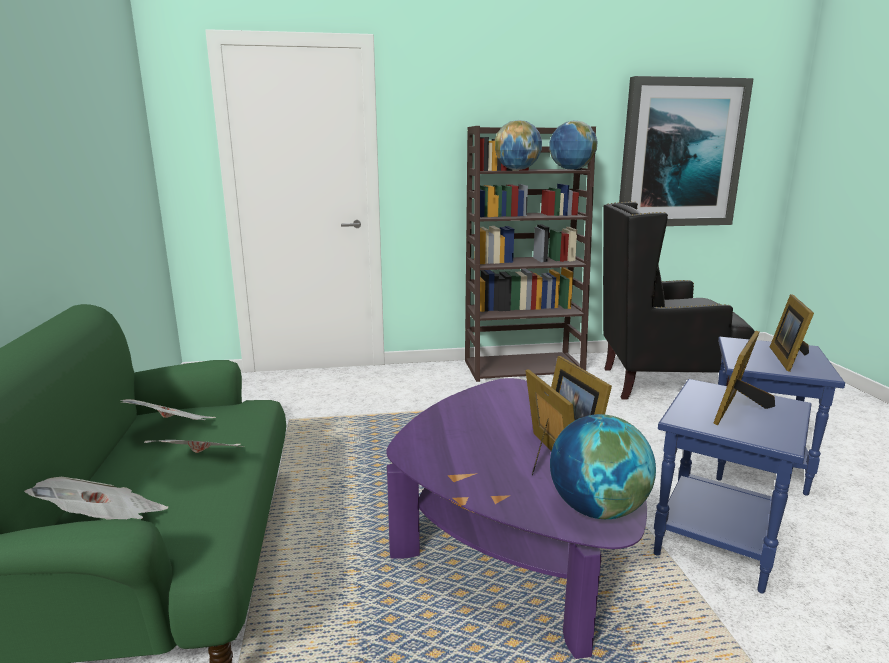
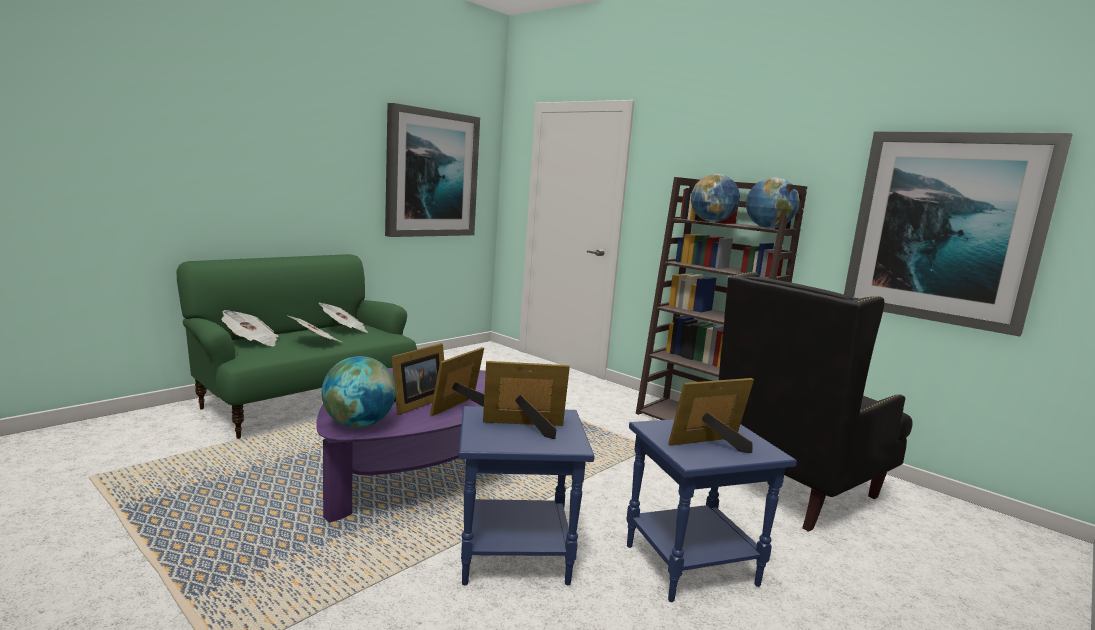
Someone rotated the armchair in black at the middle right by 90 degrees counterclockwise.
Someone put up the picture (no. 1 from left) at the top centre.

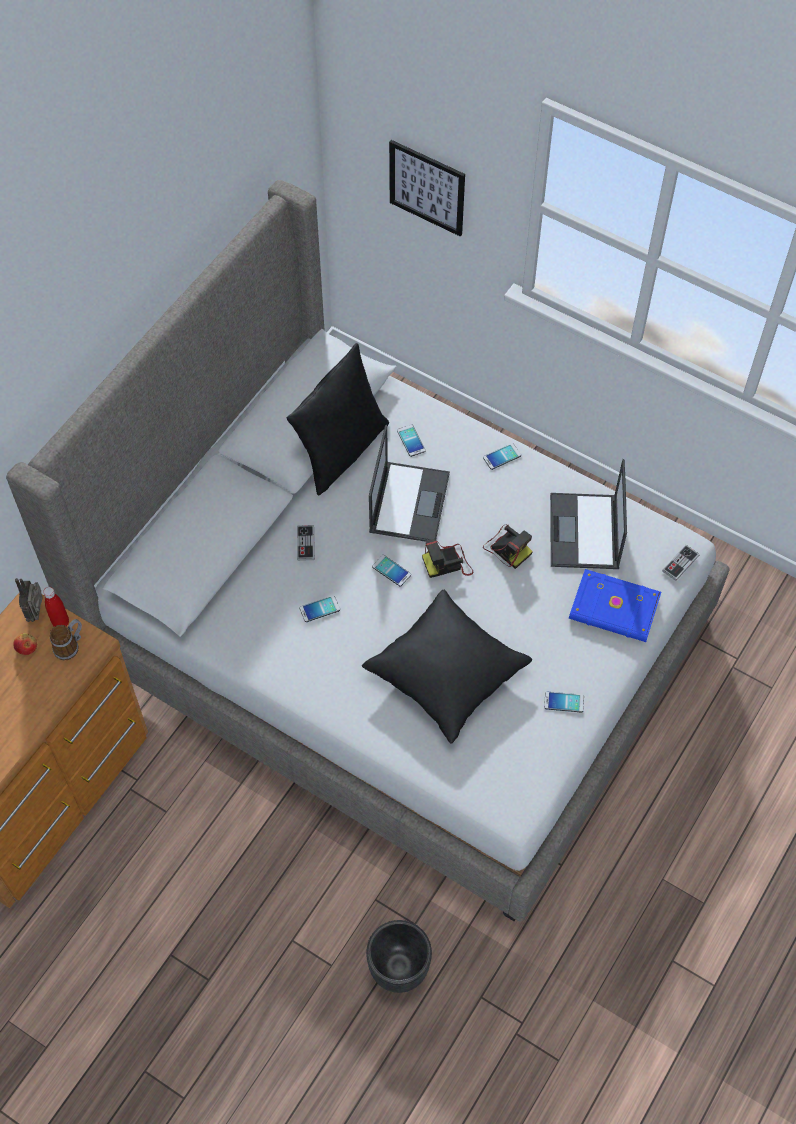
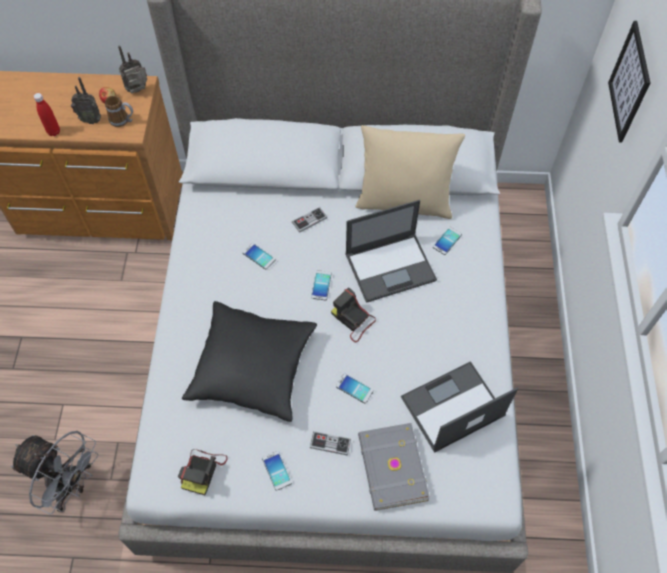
Someone carried the bottle in red from the middle left to the top left.
Someone repainted the pillow in black (no. 1 from left) at the centre, which became the pillow in beige at the top centre.
Someone swapped the planter in black at the bottom centre for the fan in grey at the bottom left.
Someone carried the phone (no. 4 from left) from the centre to the bottom centre.
Someone carried the photo camera (no. 2 from left in the first image) from the centre to the bottom left.
Someone repainted the book in blue at the middle right, which became the book in grey at the bottom centre.
Someone carried the game controller (no. 2 from left) from the middle right to the bottom centre.
Someone put down the radio (no. 1 from left) at the top left.

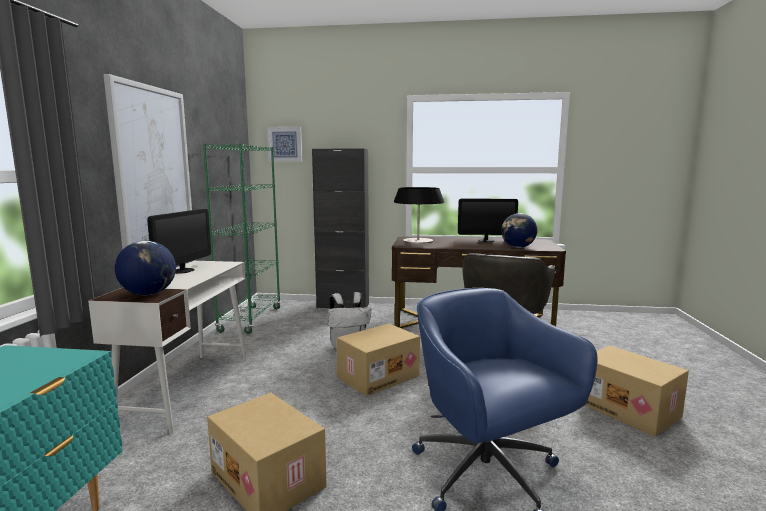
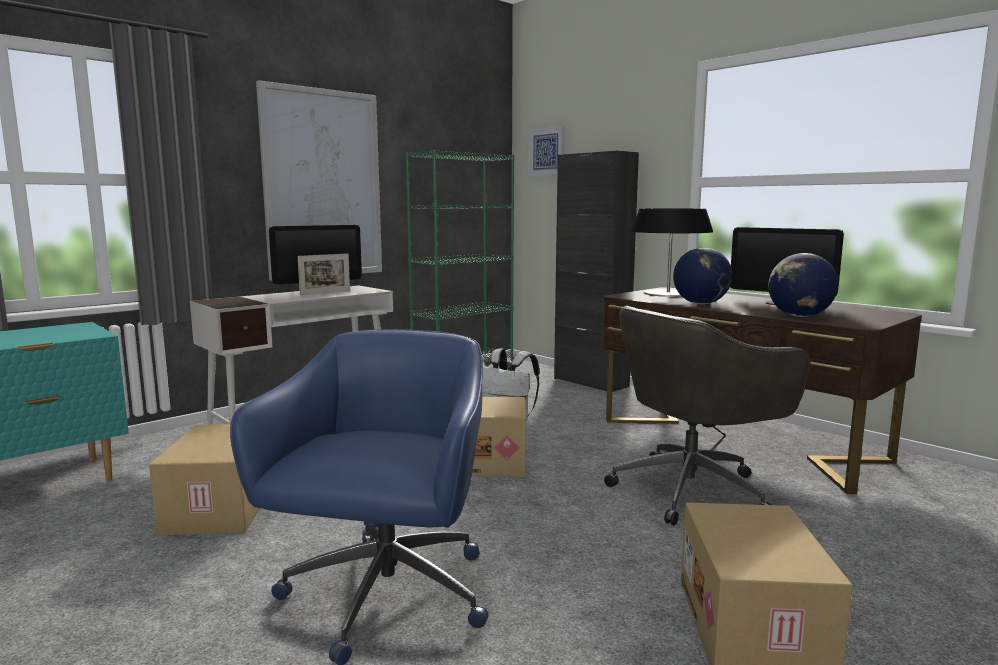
Someone carried the globe (no. 1 from left) from the middle left to the middle right.
Someone put down the picture frame at the middle left.

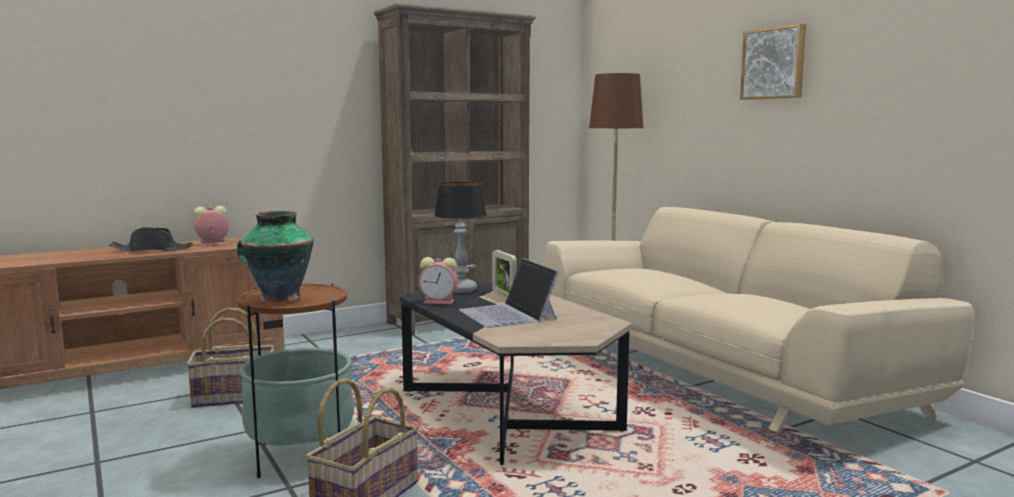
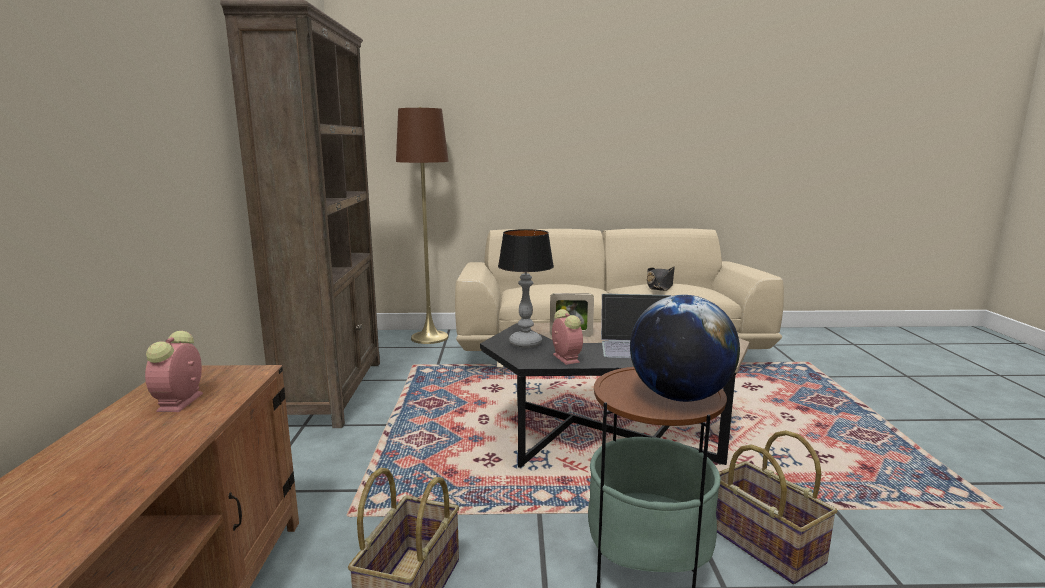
Someone carried the hat in black from the middle left to the centre.
Someone swapped the vase at the middle left for the globe at the centre.
Someone rotated the alarm clock (no. 2 from left) at the centre by 60 degrees counterclockwise.
Someone took away the picture at the top right.

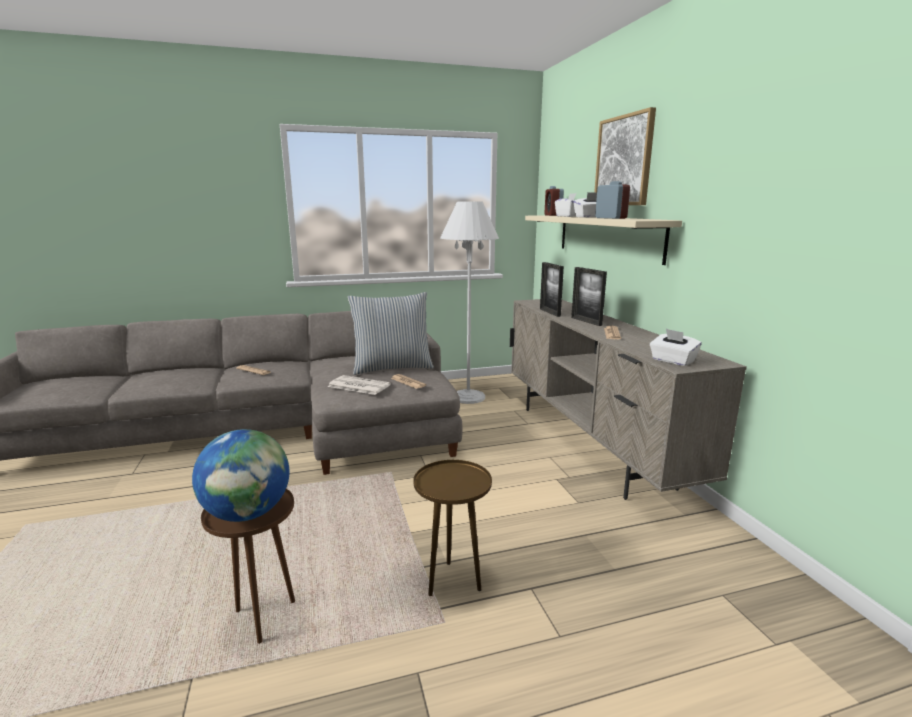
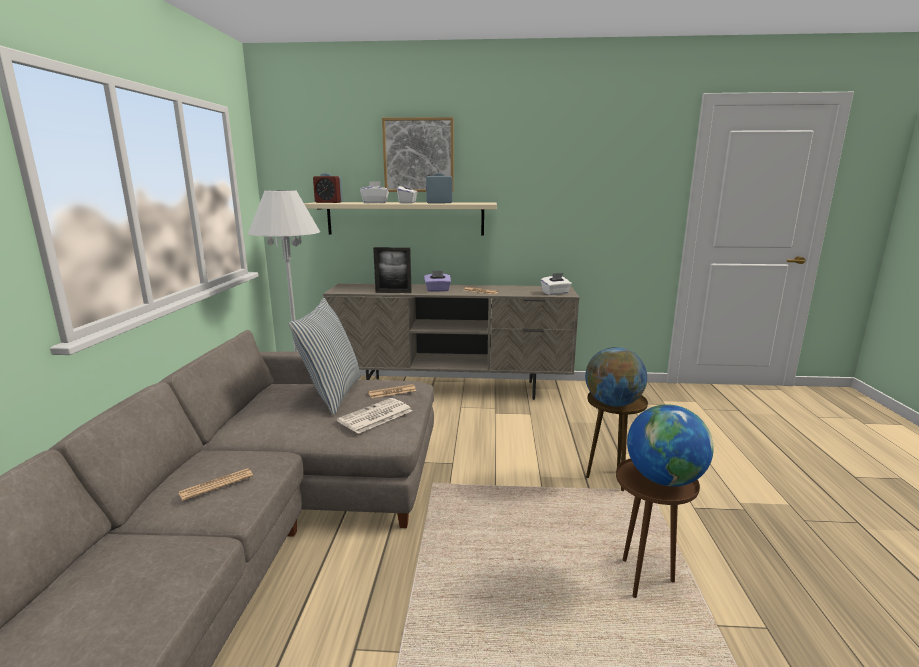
Someone swapped the picture frame (no. 2 from left) at the centre for the tissue box in purple at the centre.
Someone put down the globe (no. 1 from left) at the middle right.

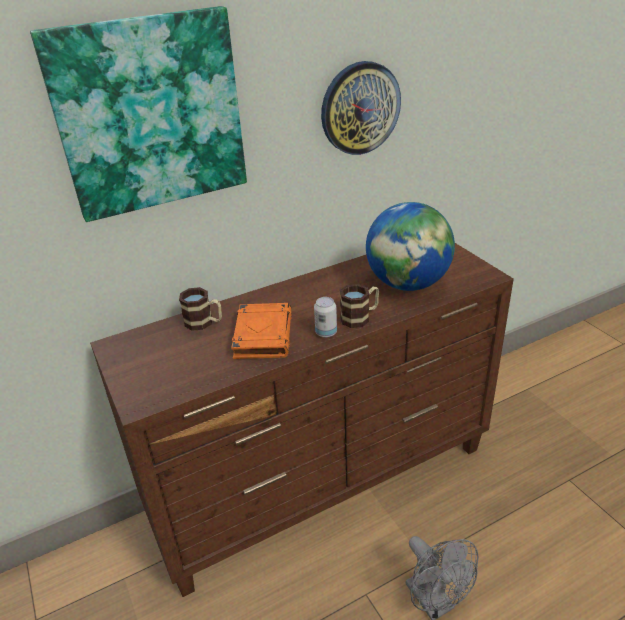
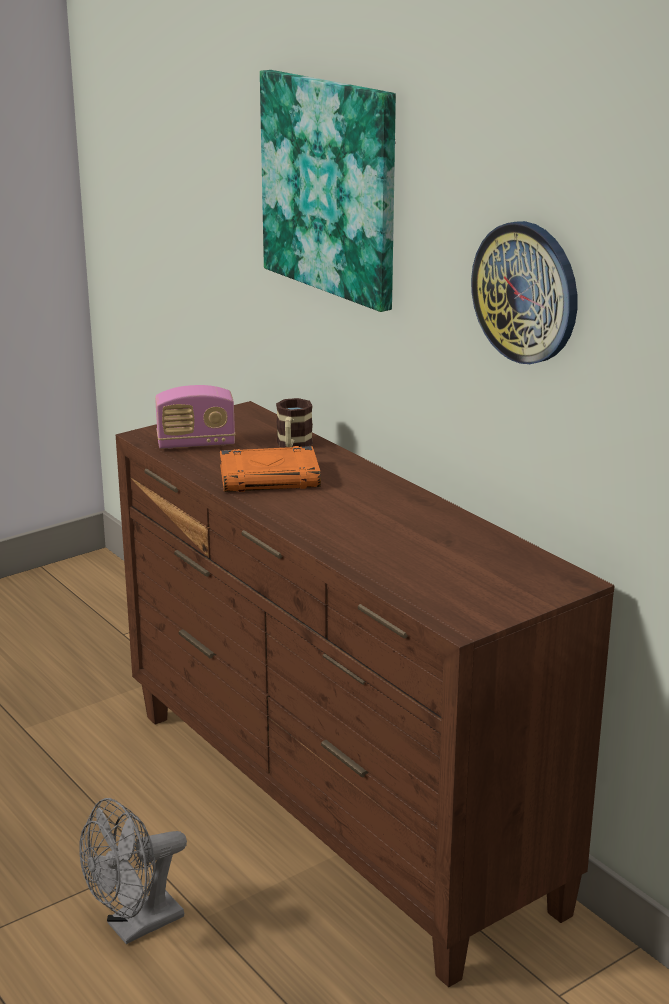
Someone took away the can at the centre.
Someone took away the mug (no. 2 from left) at the centre.
Someone took away the globe at the centre.
Someone put down the radio at the middle left.

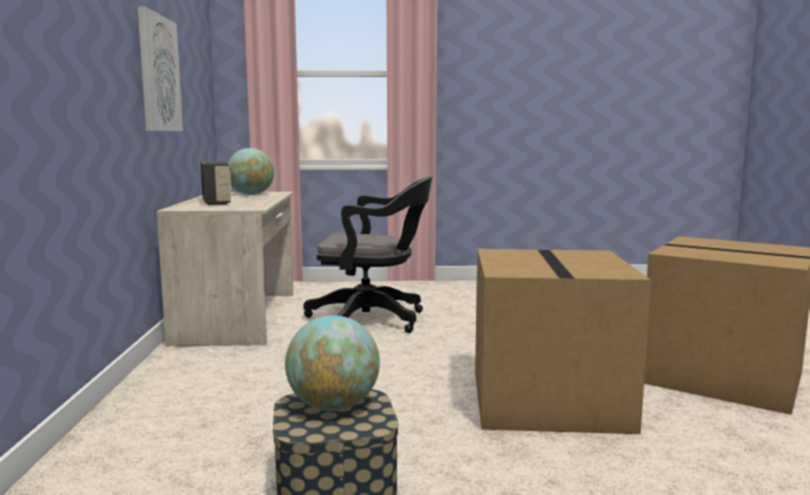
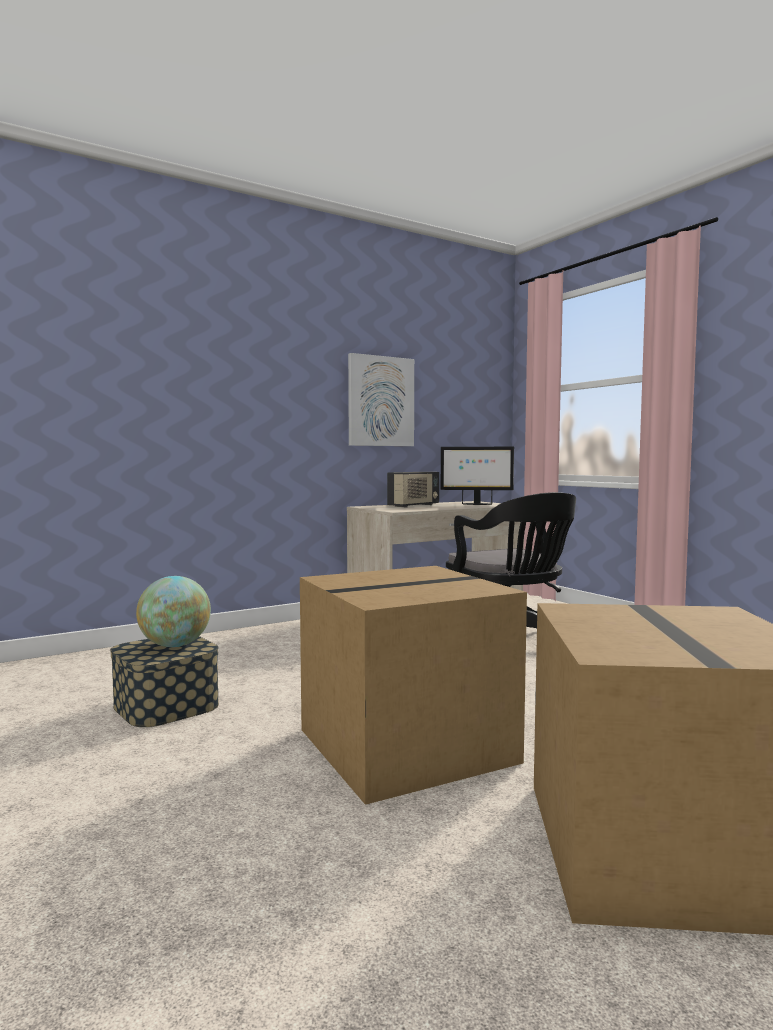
Someone swapped the globe (no. 1 from left) at the middle left for the monitor at the centre.

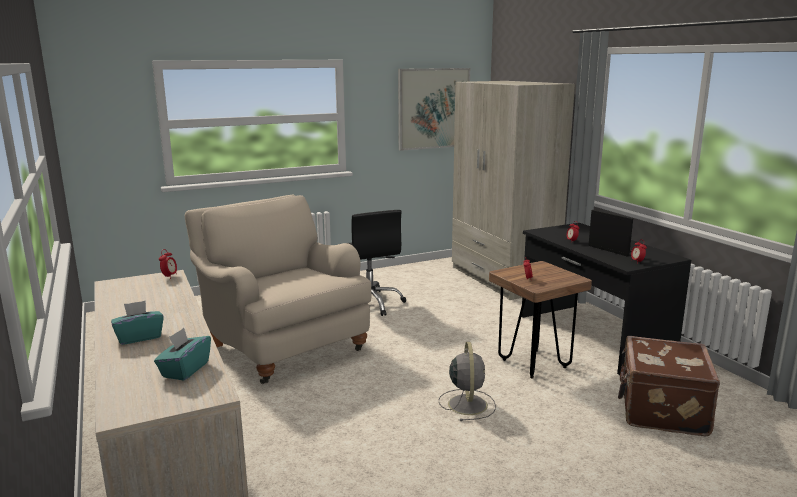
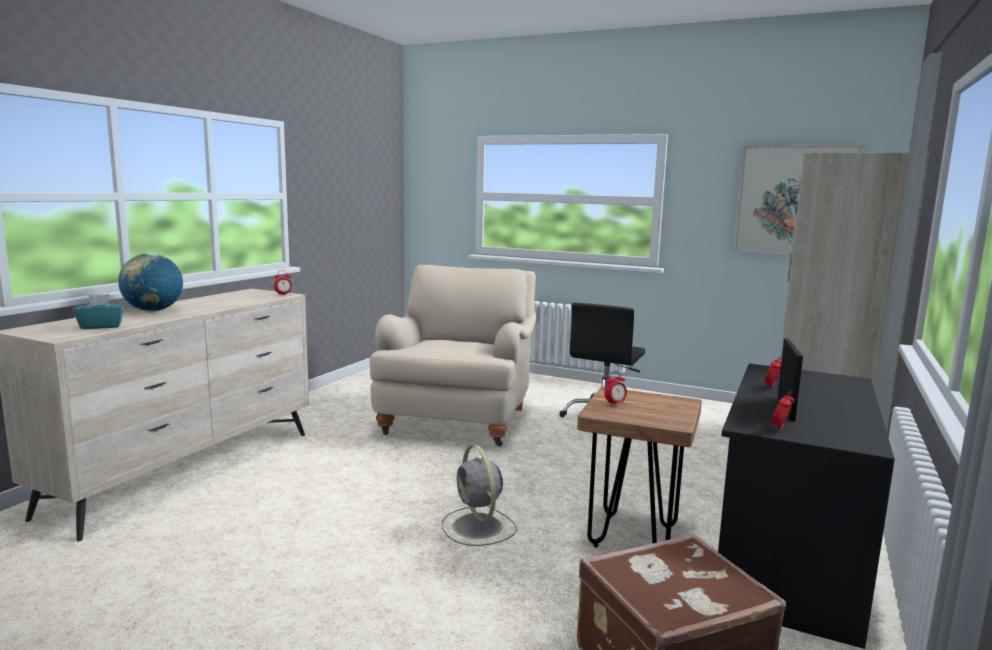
Someone swapped the tissue box in turquoise (no. 1 from left) at the middle left for the globe at the middle left.
Someone rotated the fan in grey at the bottom centre by 105 degrees clockwise.

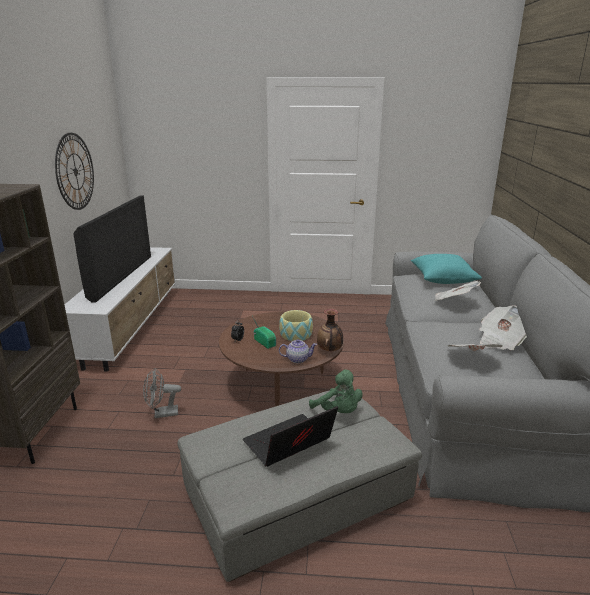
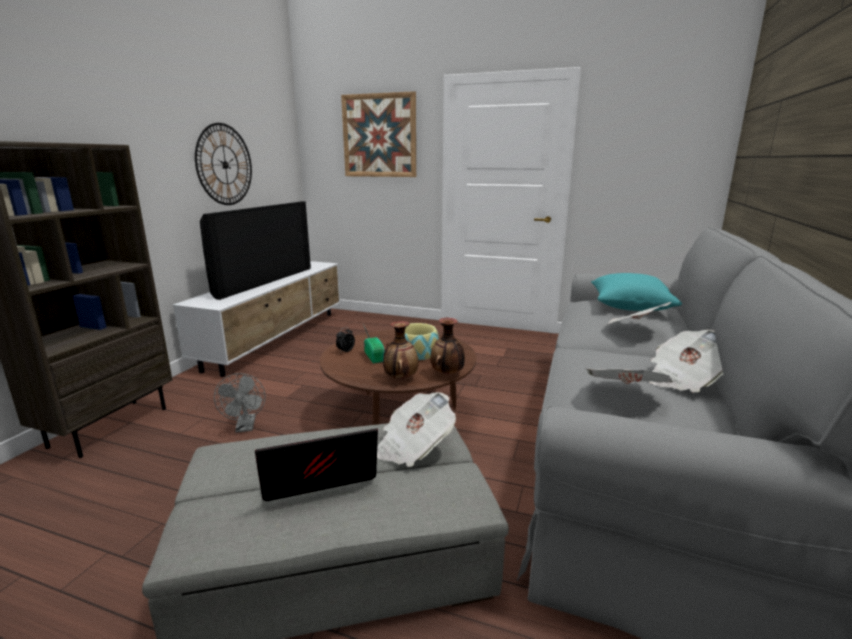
Someone rotated the fan in grey at the middle left by 105 degrees counterclockwise.
Someone swapped the teapot at the centre for the vase (no. 1 from left) at the centre.
Someone swapped the plush toy in green at the centre for the newspaper (no. 1 from left) at the bottom centre.
Someone put up the picture at the top centre.

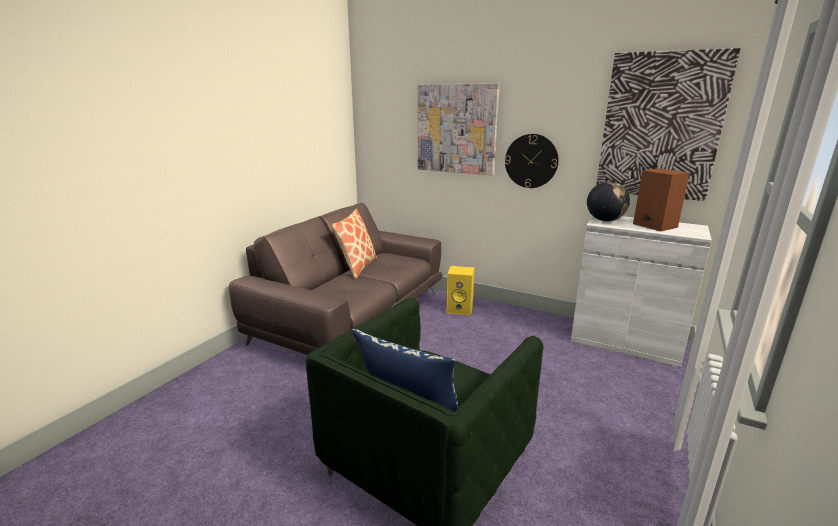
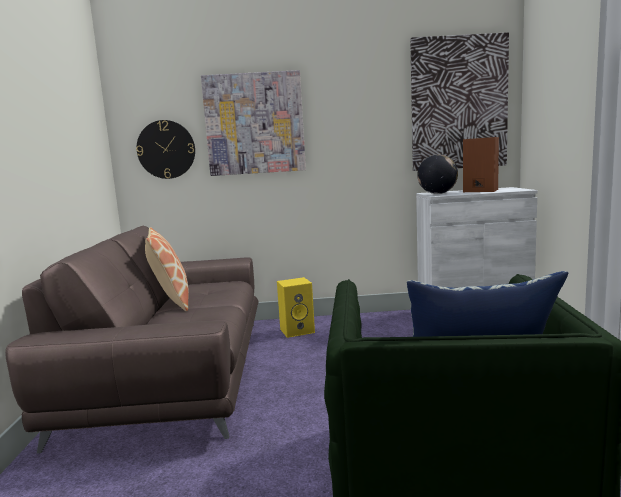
Someone carried the wall clock from the top centre to the top left.

